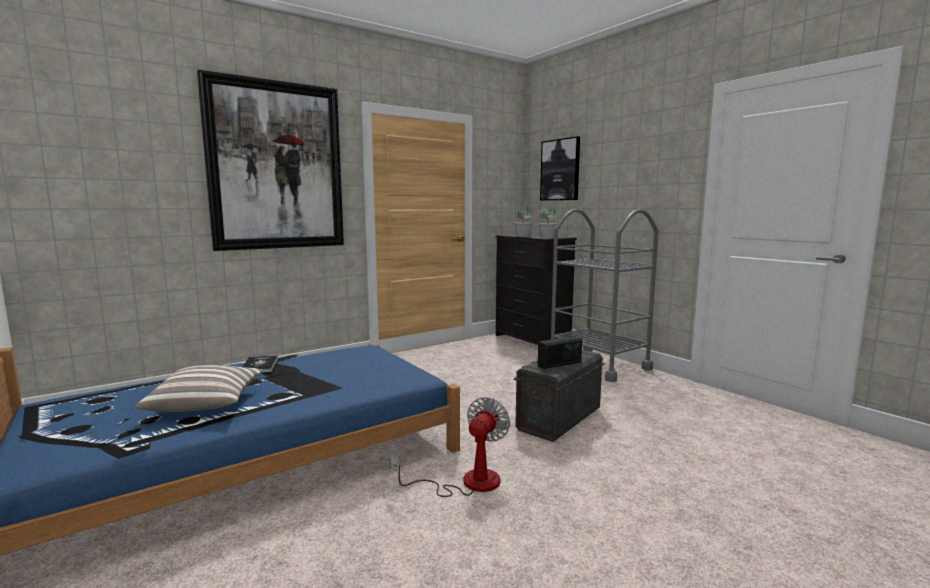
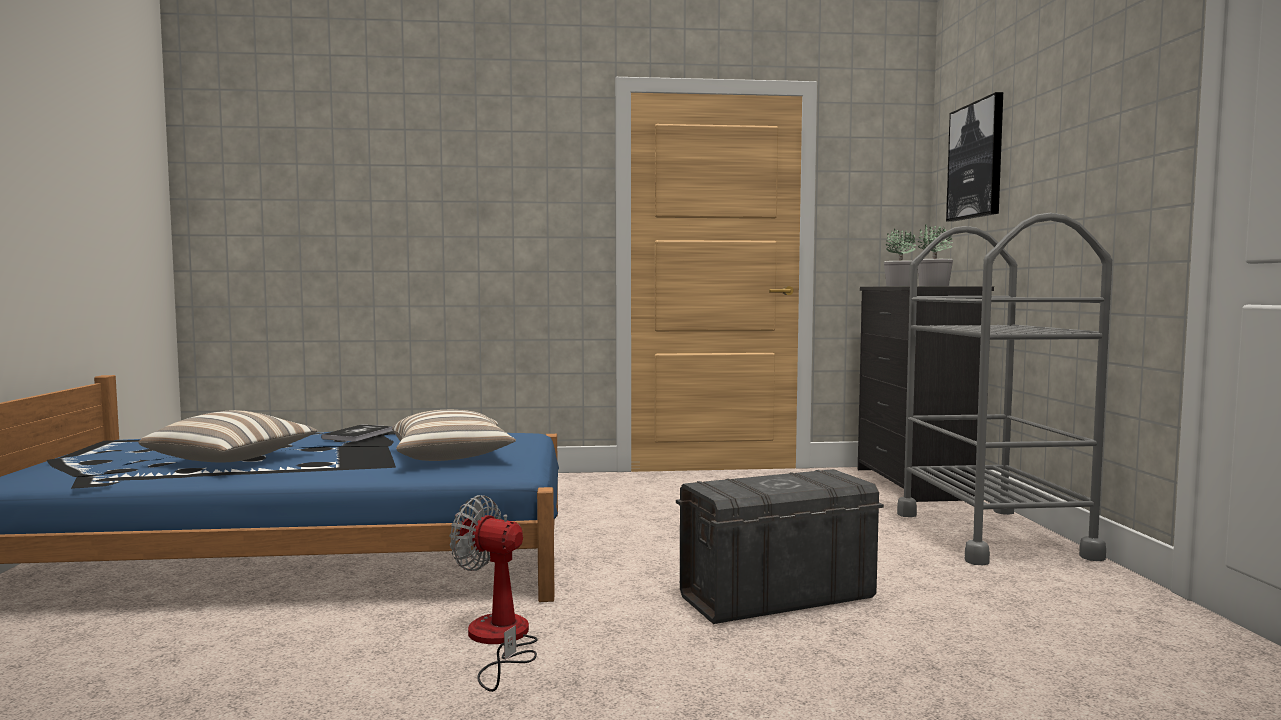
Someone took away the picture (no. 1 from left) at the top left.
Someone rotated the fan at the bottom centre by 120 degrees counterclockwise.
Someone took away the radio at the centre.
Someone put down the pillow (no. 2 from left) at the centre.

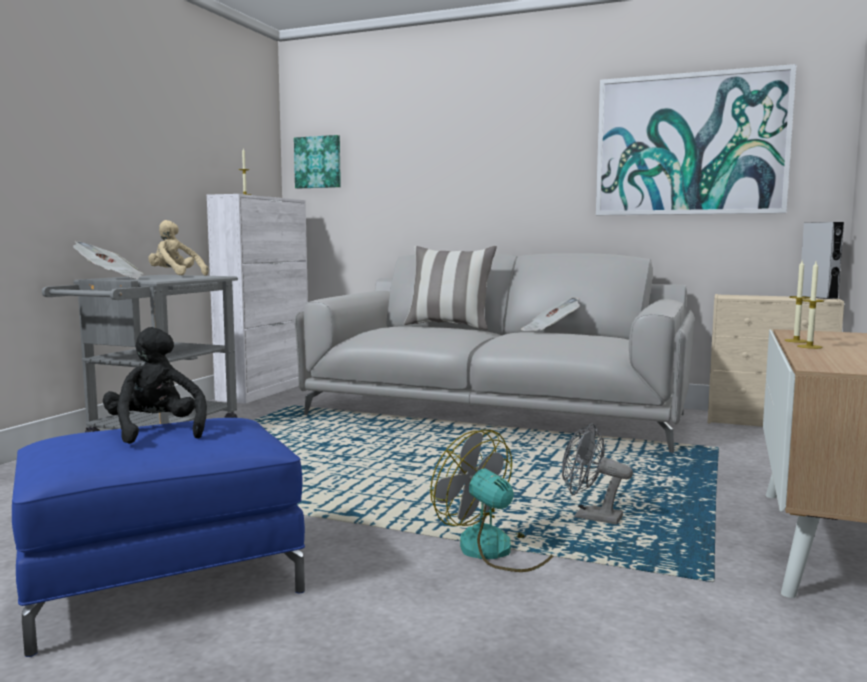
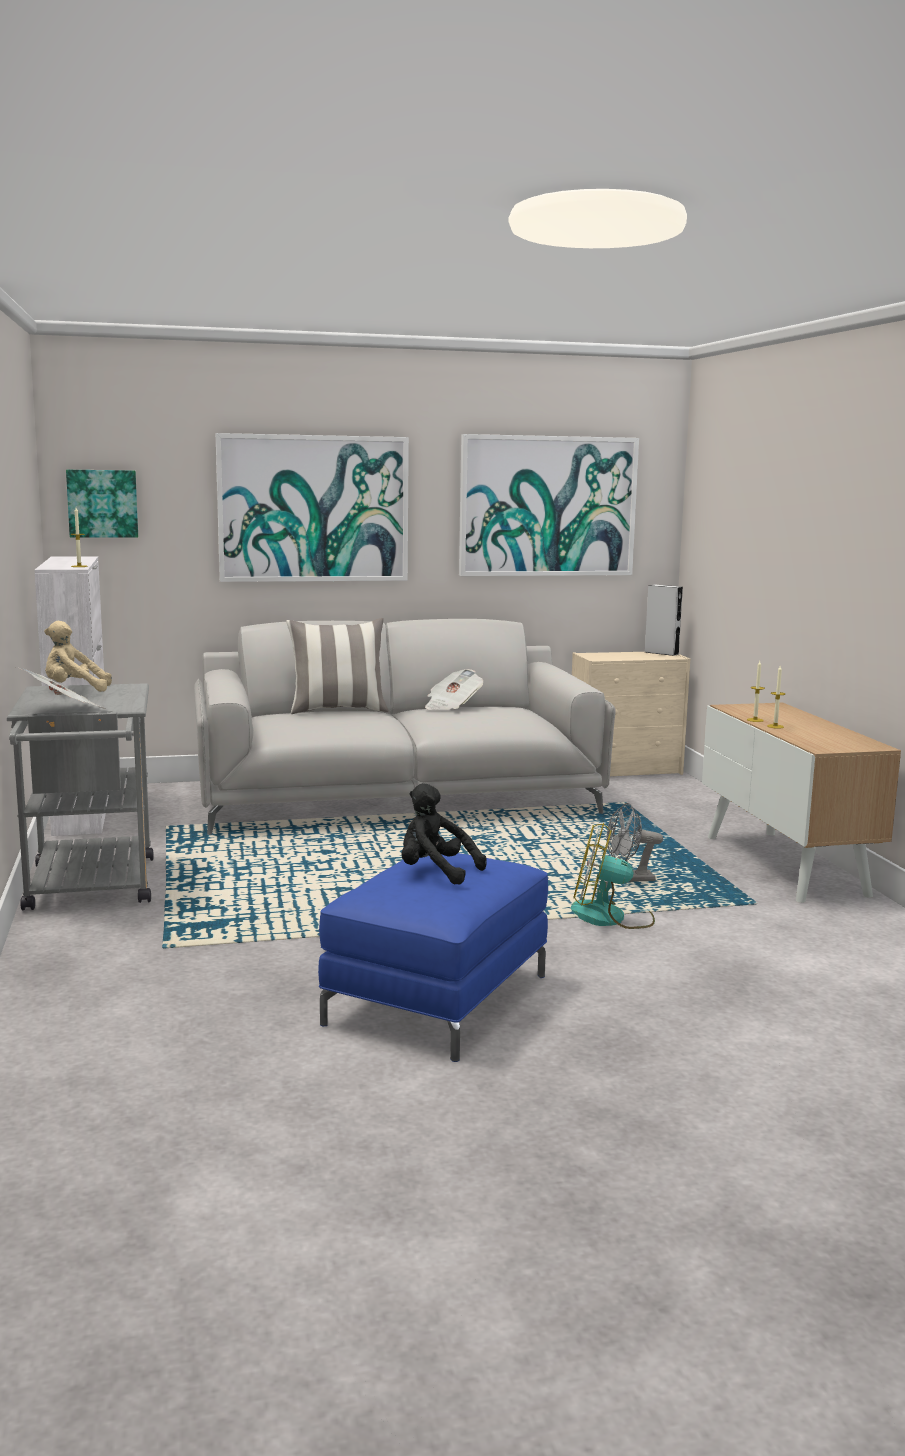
Someone put up the picture (no. 2 from left) at the centre.

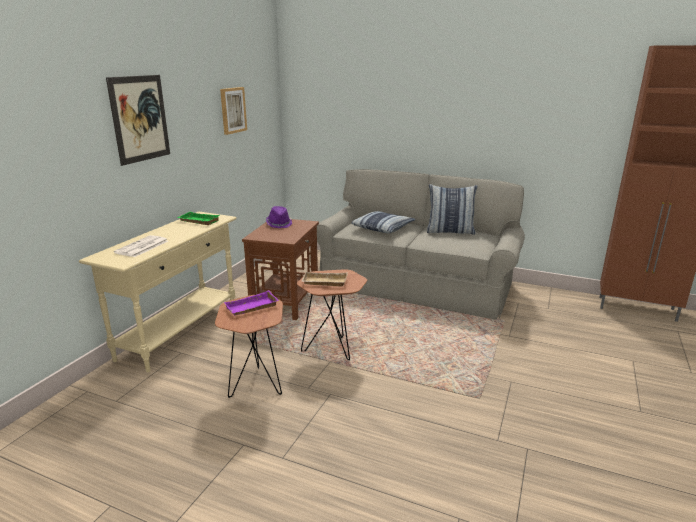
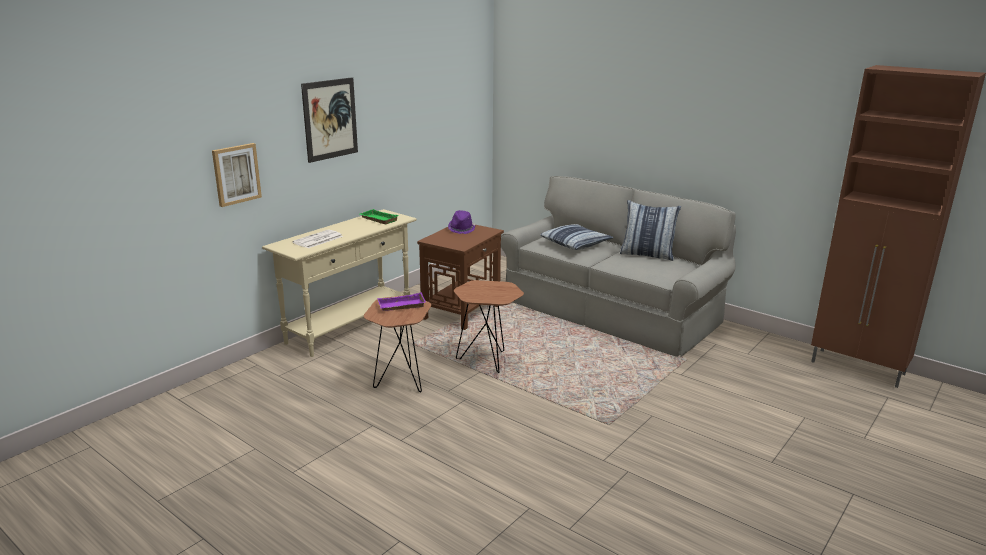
Someone carried the picture (no. 2 from left in the first image) from the top centre to the top left.
Someone took away the tray in beige at the centre.

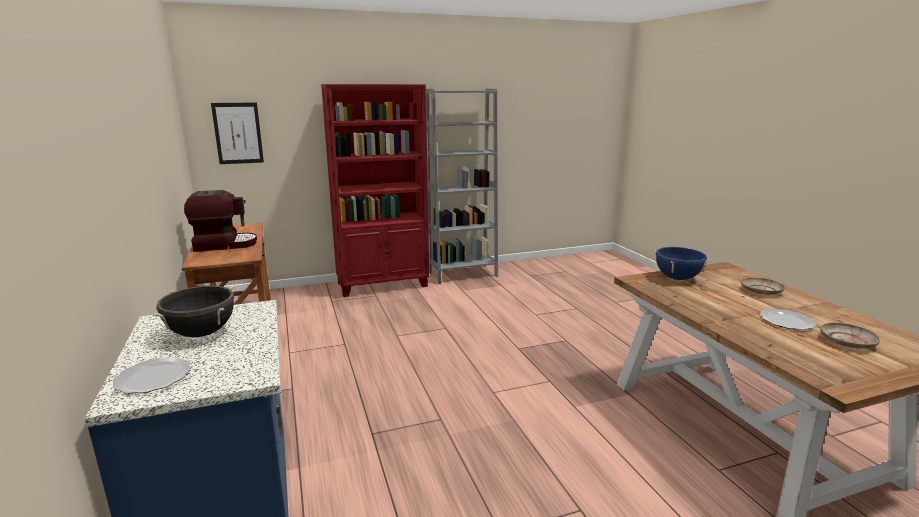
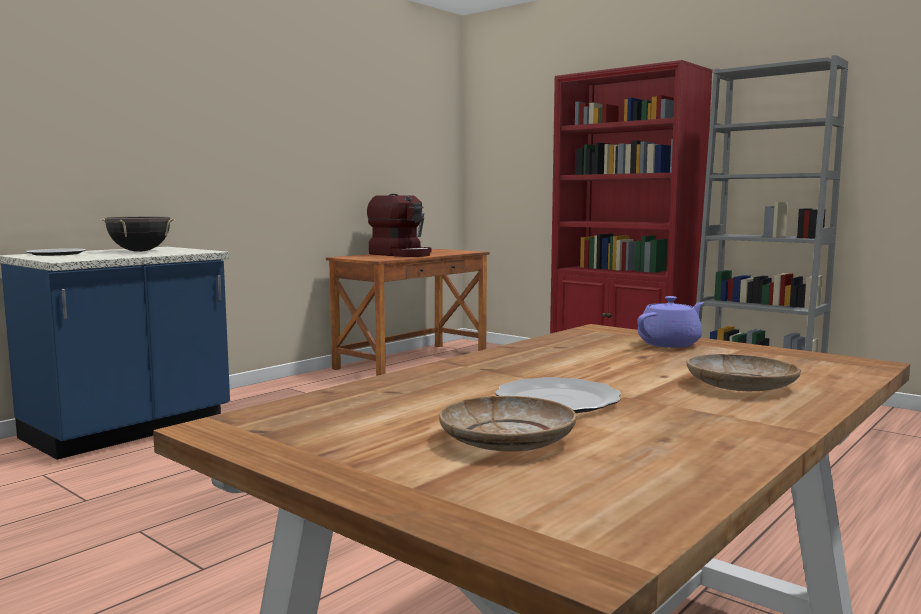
Someone took away the picture at the top left.
Someone swapped the cooking pot in blue at the middle right for the teapot in purple at the middle right.

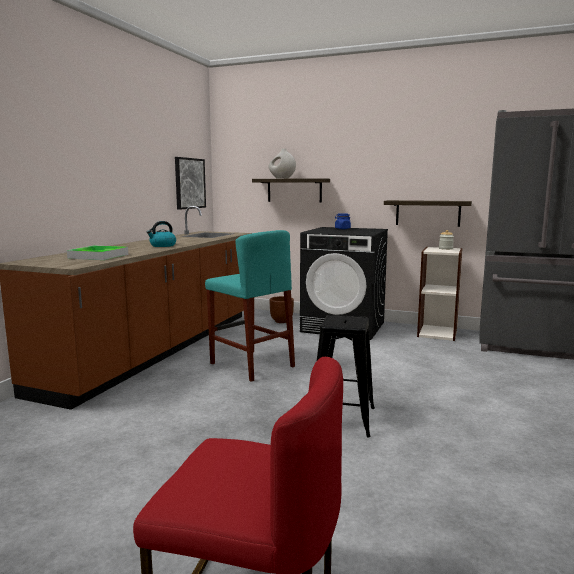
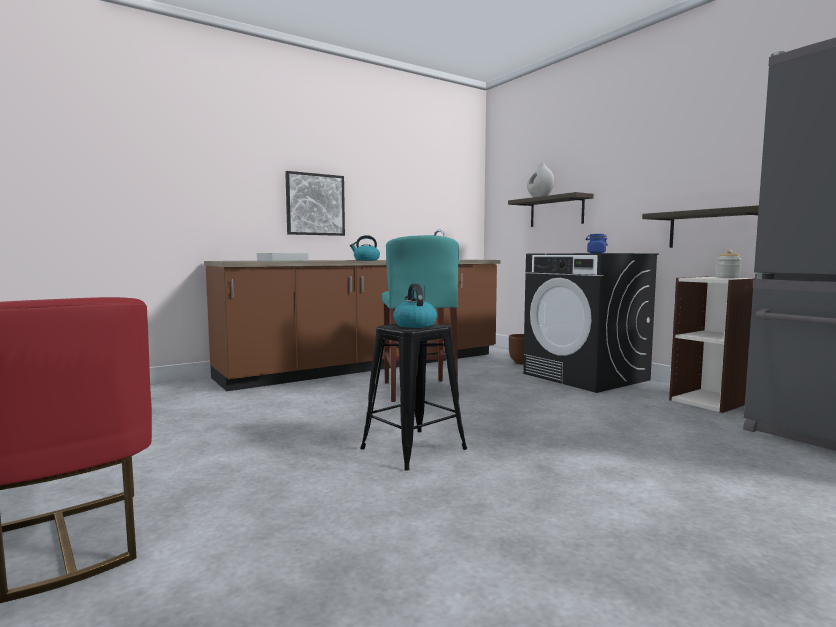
Someone carried the picture from the top left to the top centre.
Someone put down the kettle (no. 2 from left) at the centre.

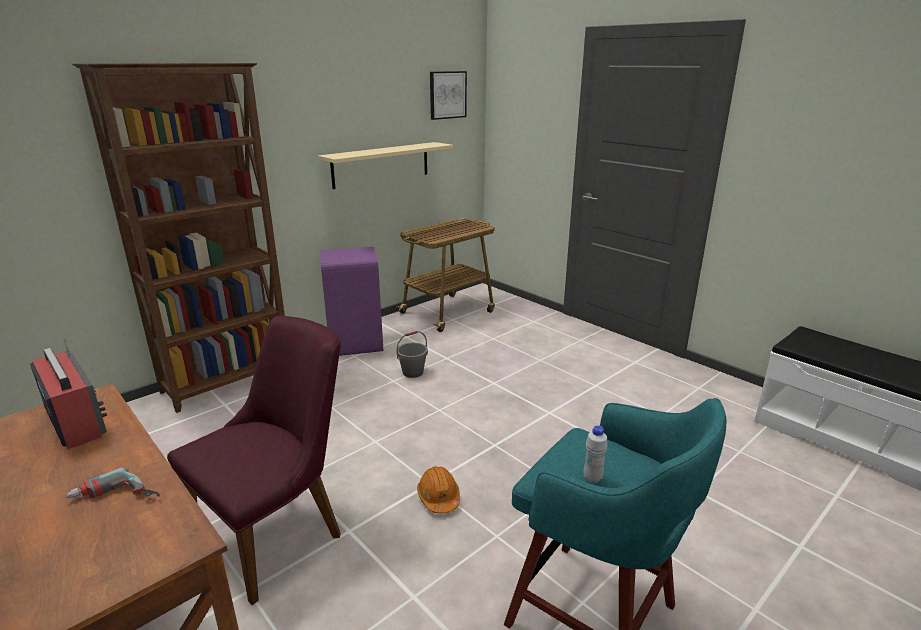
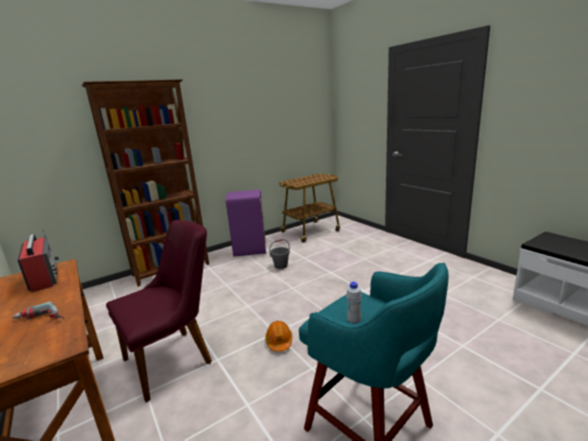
Someone took away the shelf in beige at the top centre.
Someone took away the picture at the top centre.

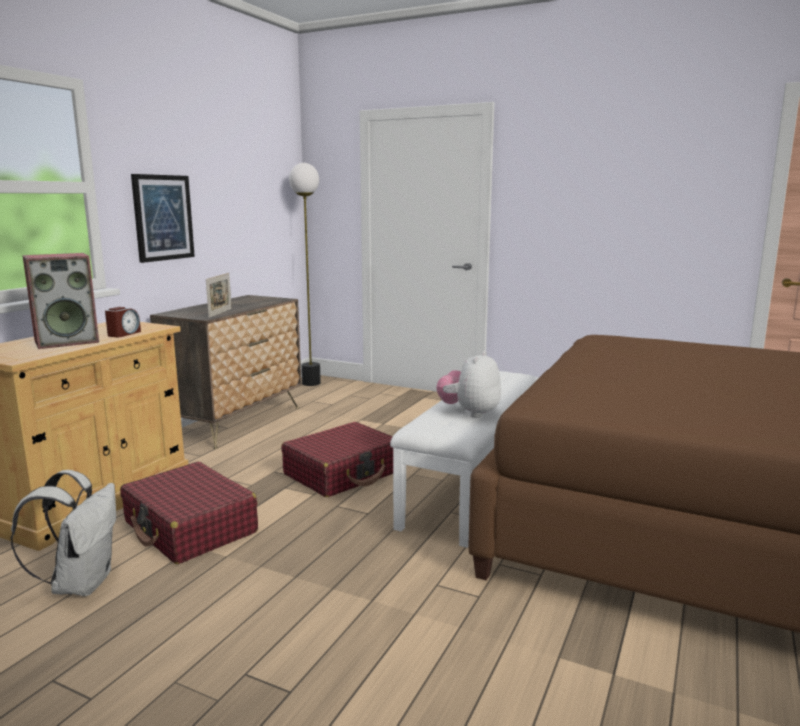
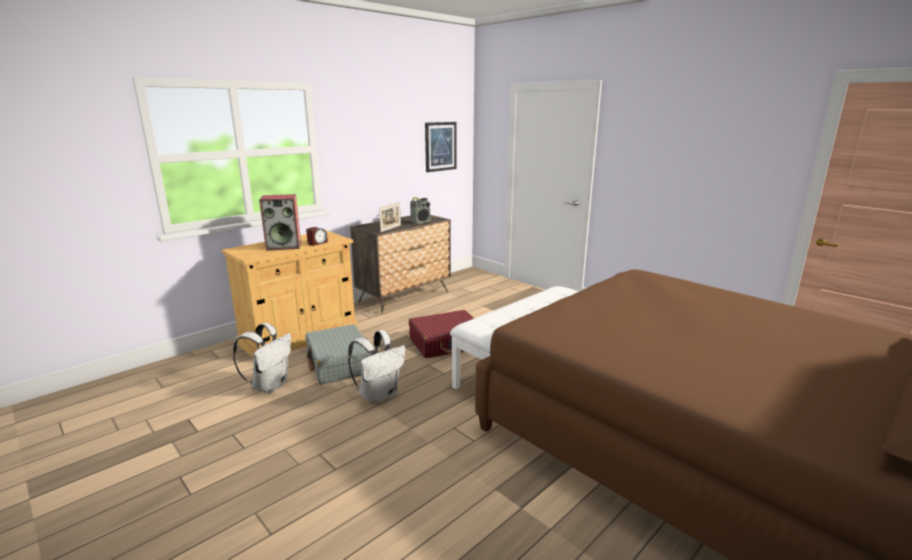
Someone repainted the suitcase in red (no. 1 from left) at the bottom left, which became the suitcase in grey at the centre.
Someone carried the picture from the top left to the top centre.
Someone took away the floor lamp at the centre.
Someone took away the plush toy at the centre.
Someone put down the backpack in white (no. 2 from left) at the centre.
Someone put down the radio at the centre.

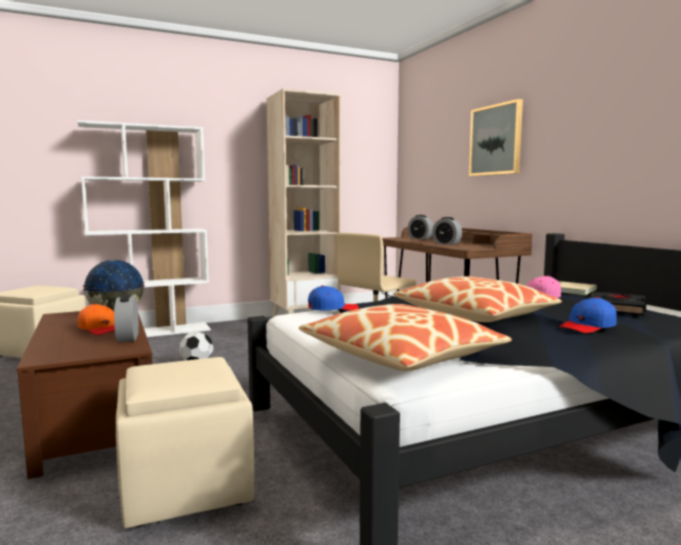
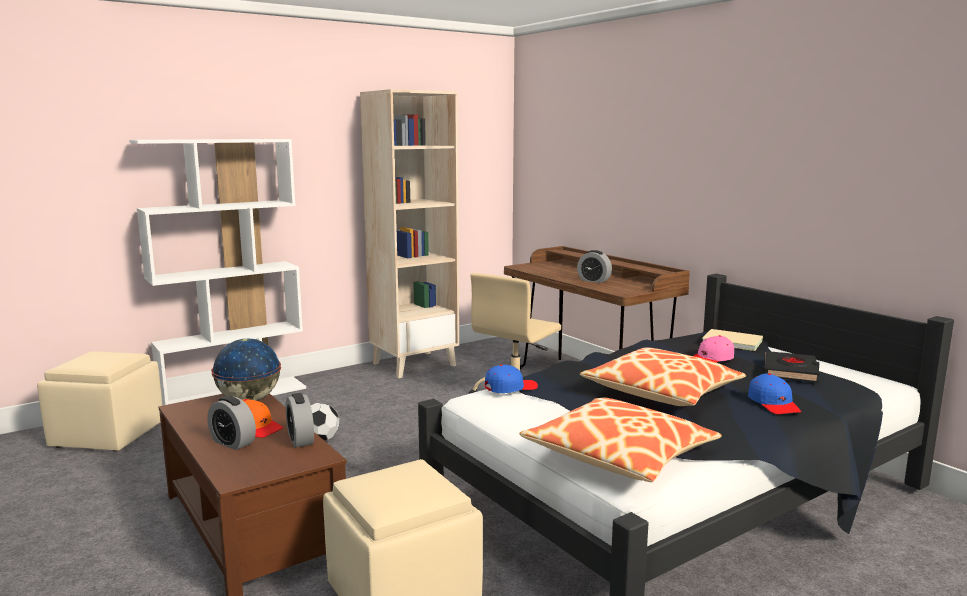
Someone carried the alarm clock (no. 2 from left in the first image) from the centre to the bottom left.
Someone took away the picture at the top right.
Someone rotated the cap in blue (no. 2 from left) at the middle right by 60 degrees counterclockwise.

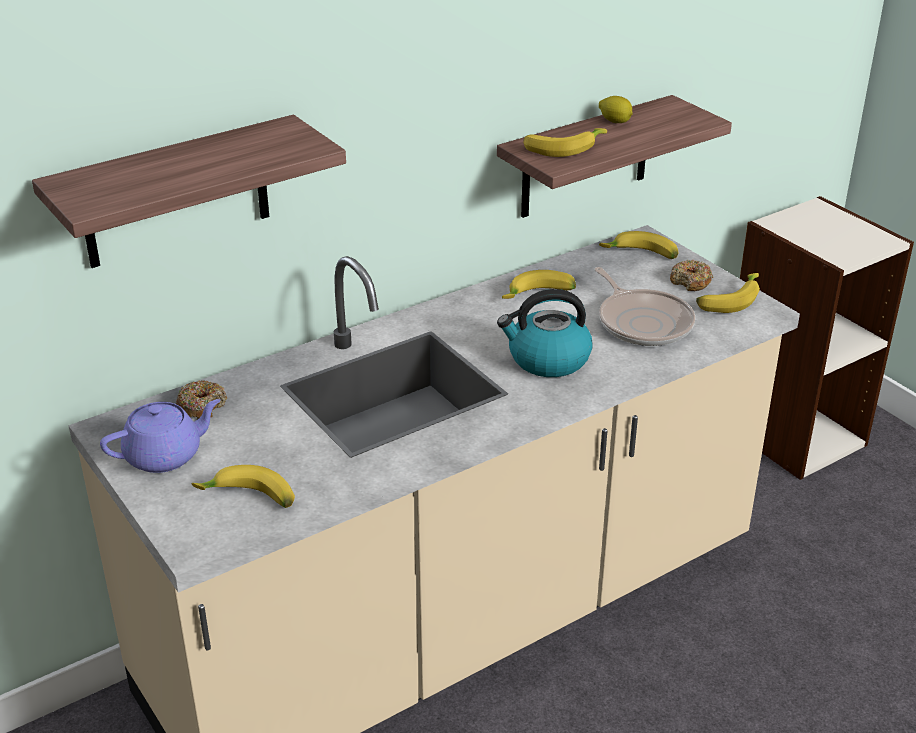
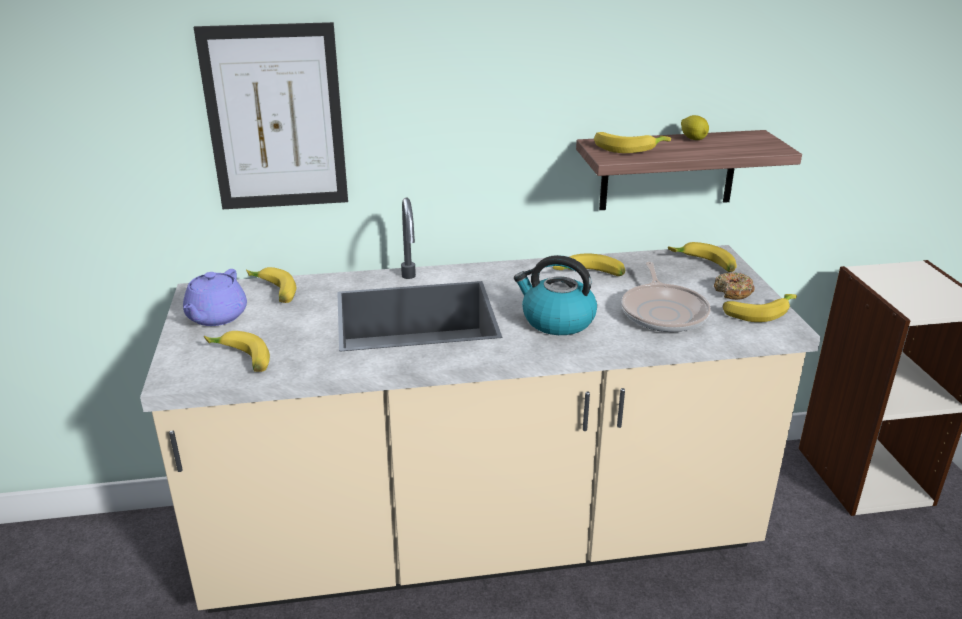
Someone swapped the shelf (no. 1 from left) at the top left for the picture at the top left.
Someone rotated the teapot in purple at the middle left by 105 degrees clockwise.
Someone swapped the donut (no. 1 from left) at the middle left for the banana (no. 2 from left) at the middle left.

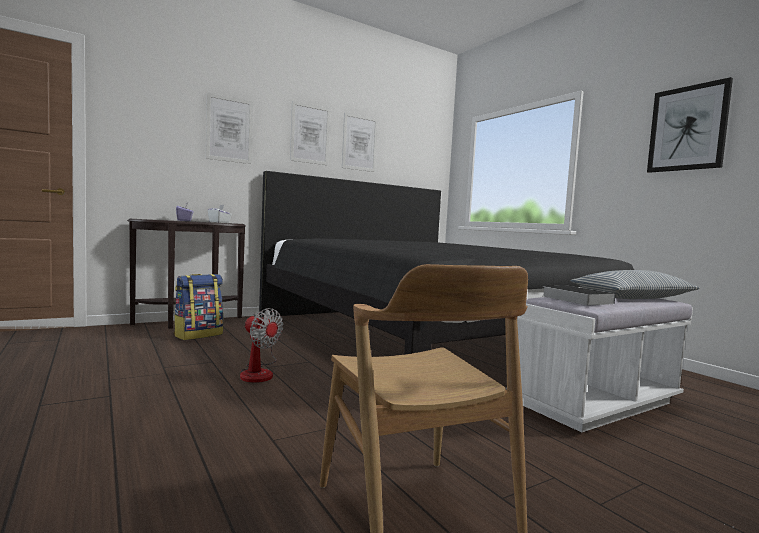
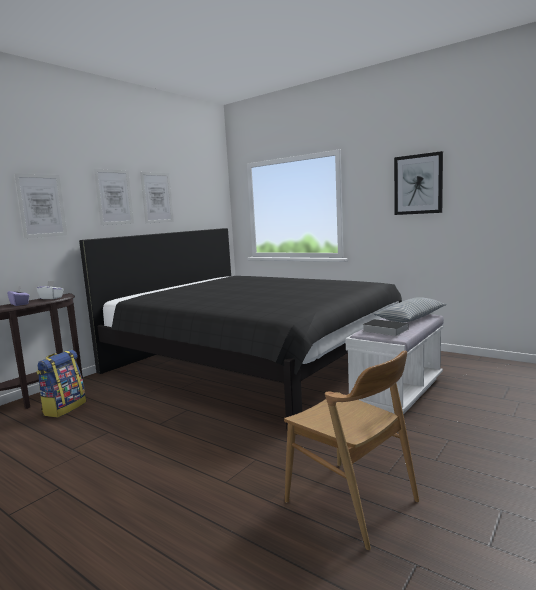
Someone took away the fan at the centre.

